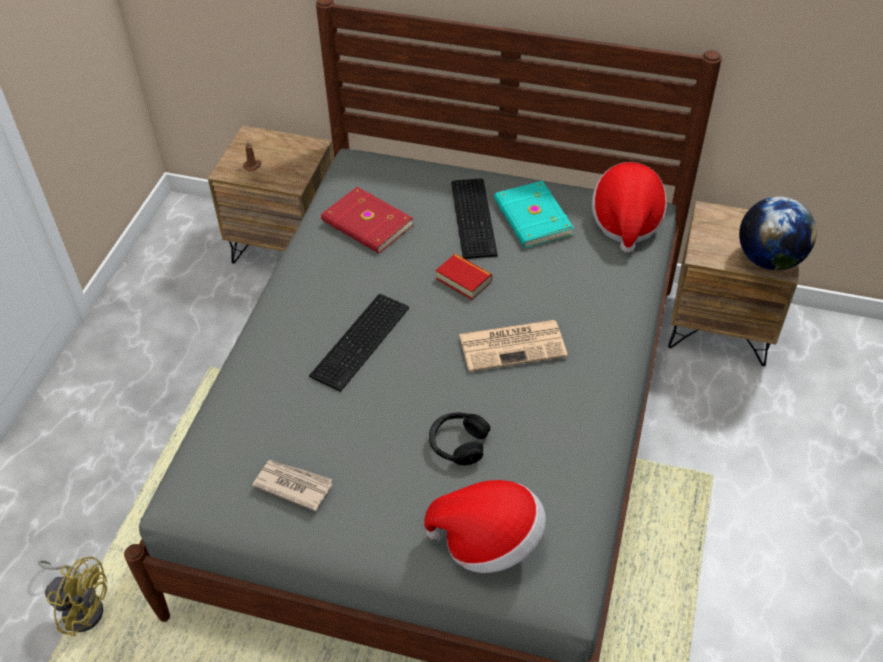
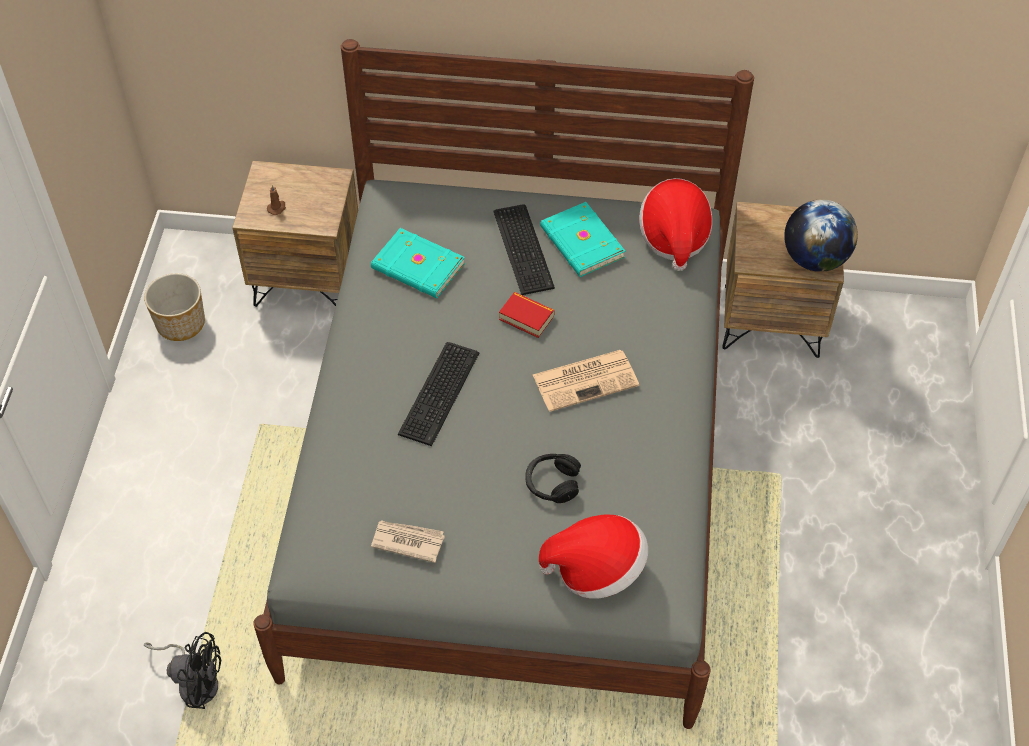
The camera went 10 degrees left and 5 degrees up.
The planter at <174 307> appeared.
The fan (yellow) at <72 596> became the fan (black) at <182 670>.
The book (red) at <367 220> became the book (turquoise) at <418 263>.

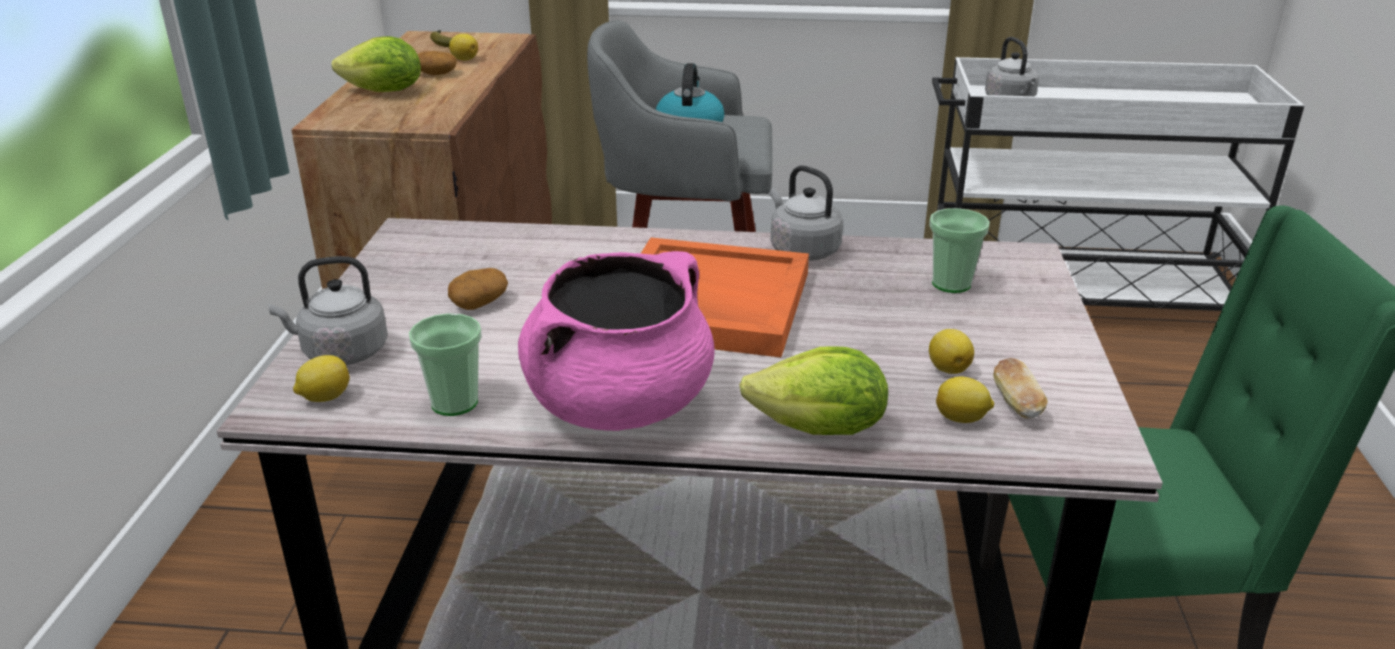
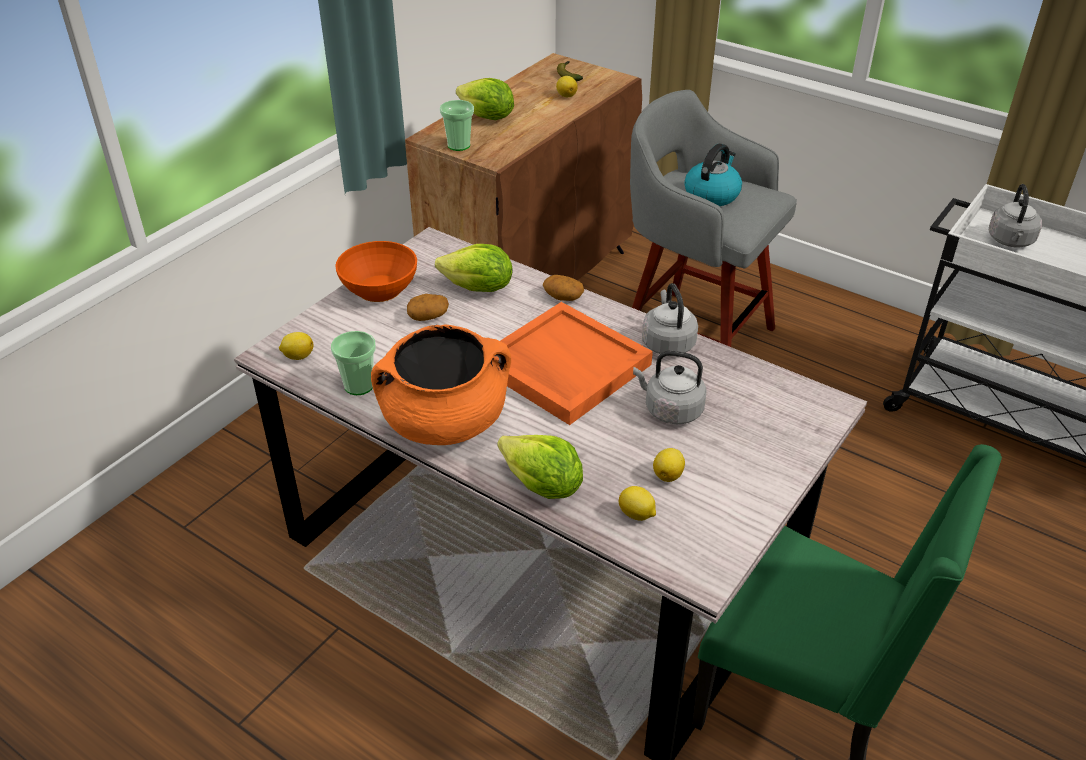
The camera went 30 degrees right and 10 degrees up.
The bowl (orange) at <376 271> appeared.
The cooking pot (pink) at <616 341> became the cooking pot (orange) at <441 384>.
The lettuce at <473 268> appeared.
The cup moved from <959 250> to <457 125>.
The potato moved from <437 63> to <563 288>.
The kettle (grey) moved from <328 310> to <670 387>.
The bread at <1020 388> disappeared.

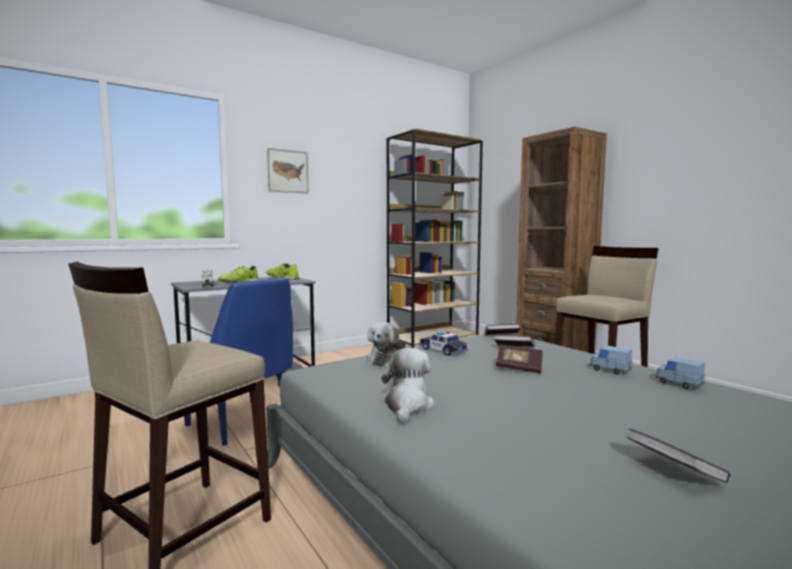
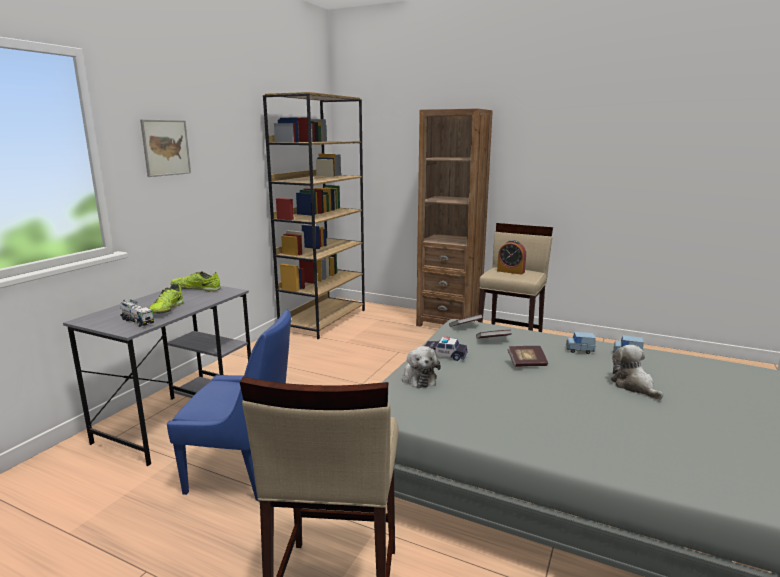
The camera went 30 degrees left and 10 degrees up.
The alarm clock at <511 257> appeared.
The plush toy moved from <408 385> to <637 372>.
The book at <678 456> disappeared.

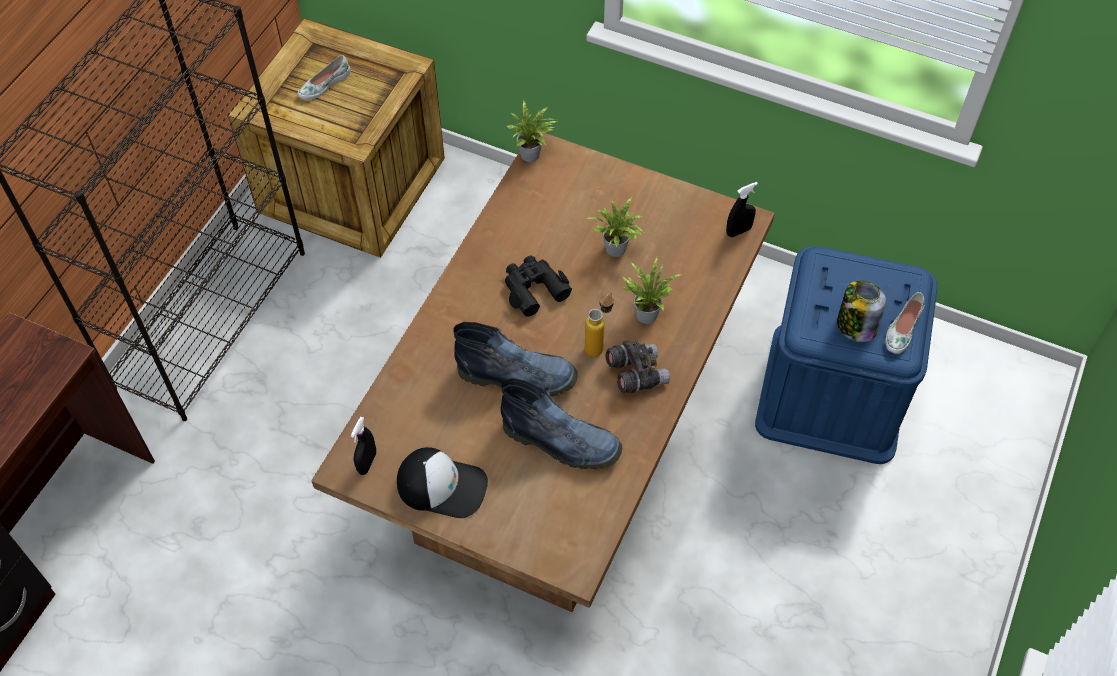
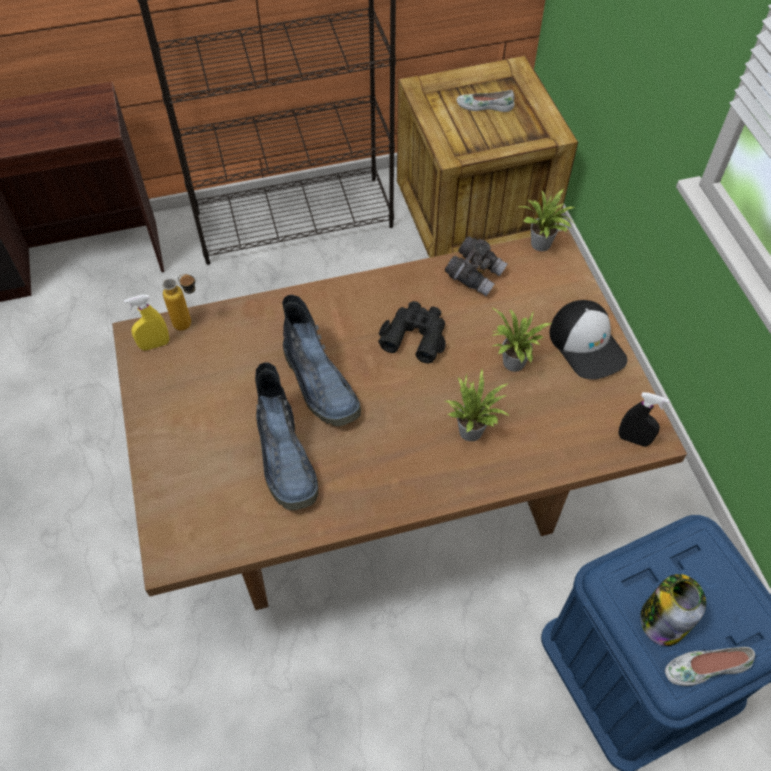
The camera went 50 degrees right and 0 degrees up.
The spray bottle (black) at <363 446> became the spray bottle (yellow) at <146 323>.
The bottle moved from <599 325> to <179 302>.
The binoculars (grey) moved from <638 366> to <476 266>.
The cap moved from <442 482> to <588 340>.

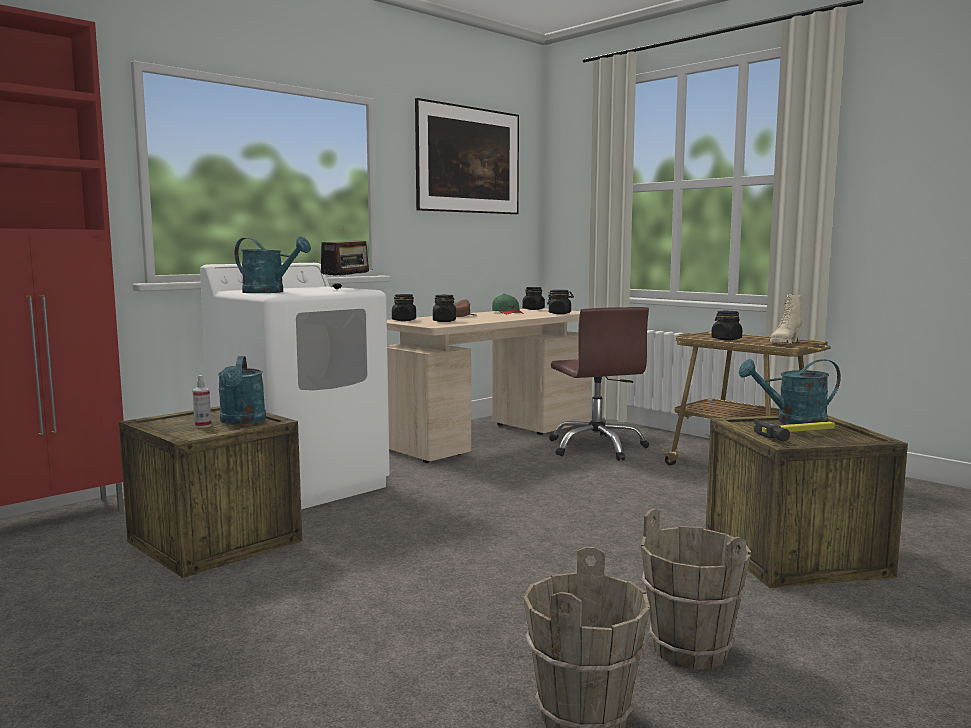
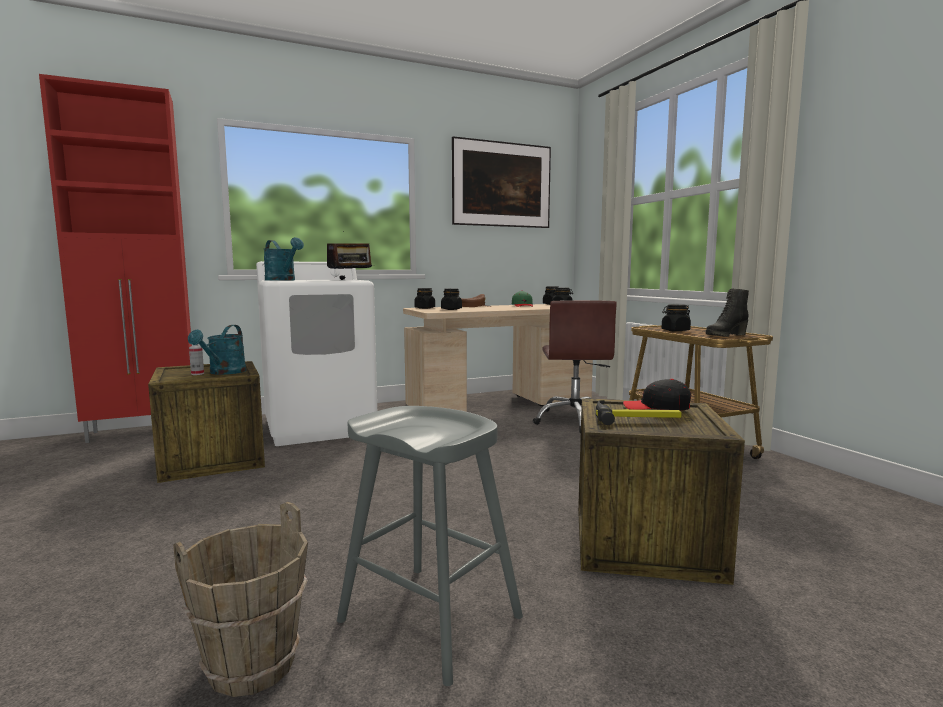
The camera went 20 degrees right and 0 degrees up.
The bucket (brown) at <696 589> was replaced by the stool (grey) at <430 546>.
The watering can (turquoise) at <790 391> was replaced by the cap (black) at <657 395>.
The boot (beige) at <786 319> became the boot (black) at <727 312>.

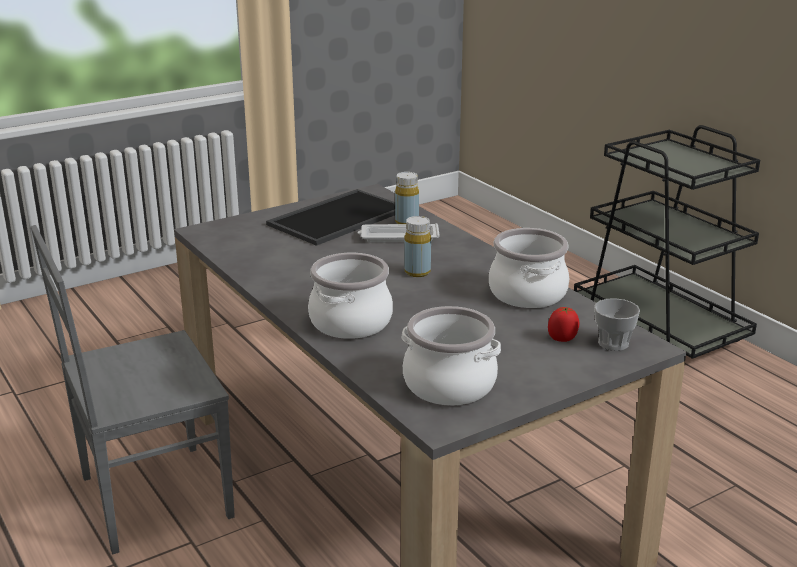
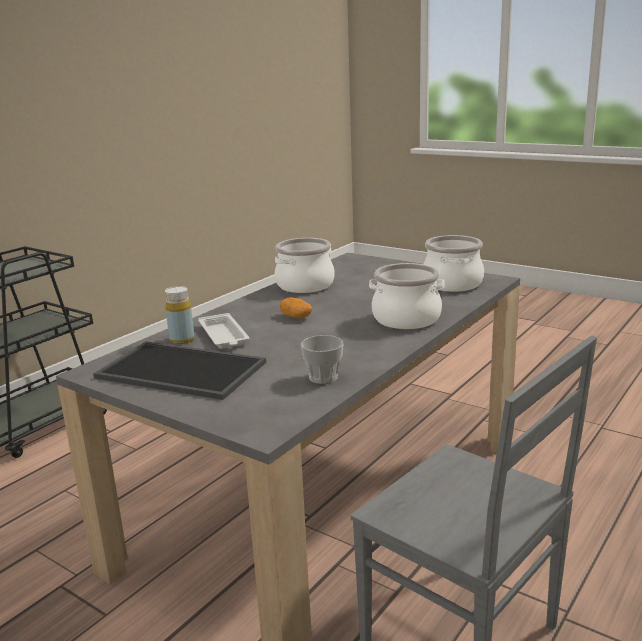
The camera went 110 degrees left and 5 degrees down.
The bottle (yellow) at <417 246> was replaced by the potato at <296 307>.
The cup moved from <617 324> to <322 359>.
The tomato at <563 324> disappeared.

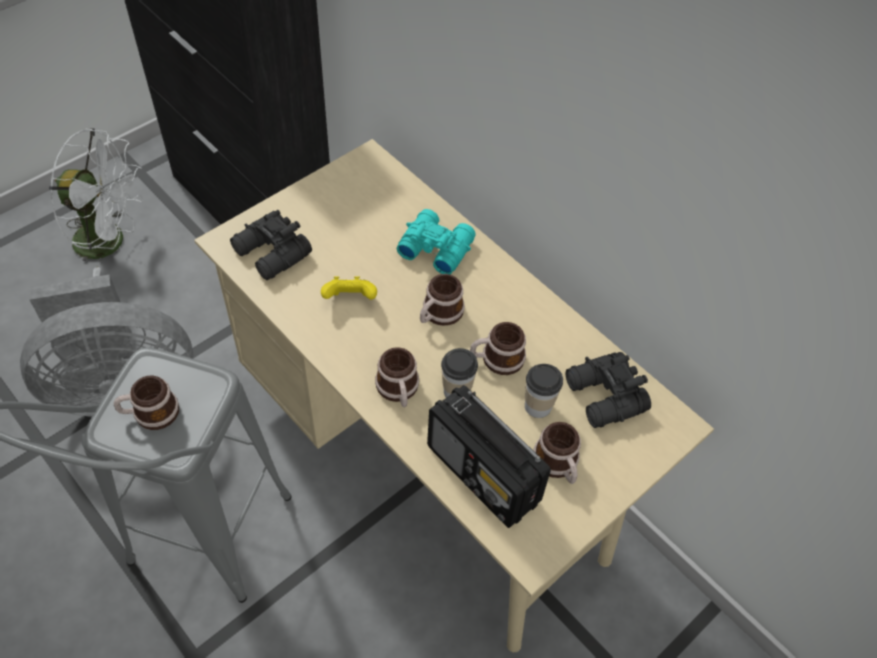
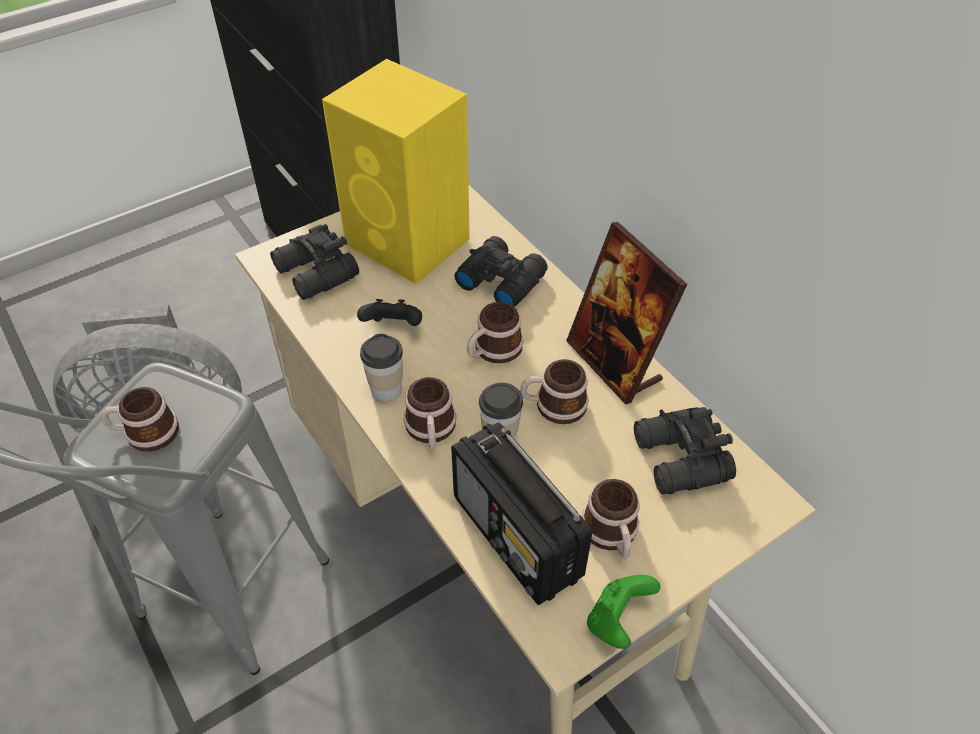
The camera went 10 degrees right and 5 degrees down.
The speaker (yellow) at <396 171> appeared.
The game controller (yellow) at <349 288> became the game controller (black) at <389 312>.
The cup moved from <544 391> to <381 368>.
The binoculars (turquoise) at <436 241> became the binoculars (black) at <501 271>.
The picture frame at <626 313> appeared.
The game controller (green) at <623 612> appeared.
The fan (white) at <96 202> disappeared.

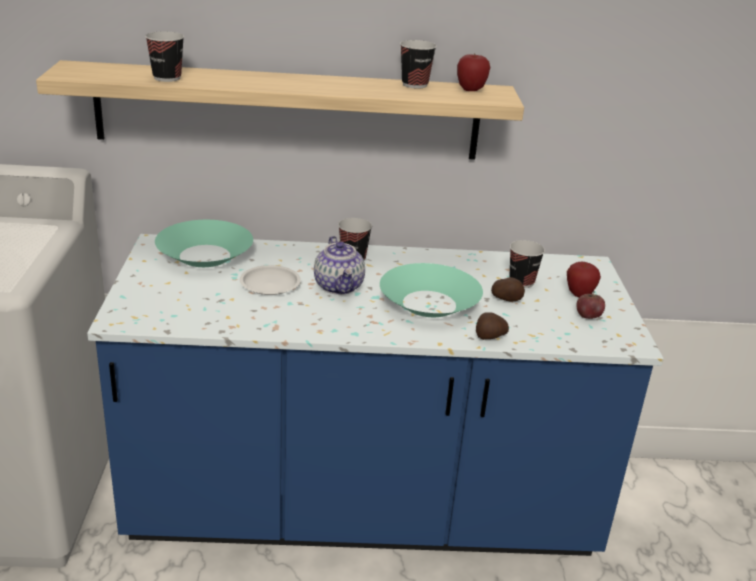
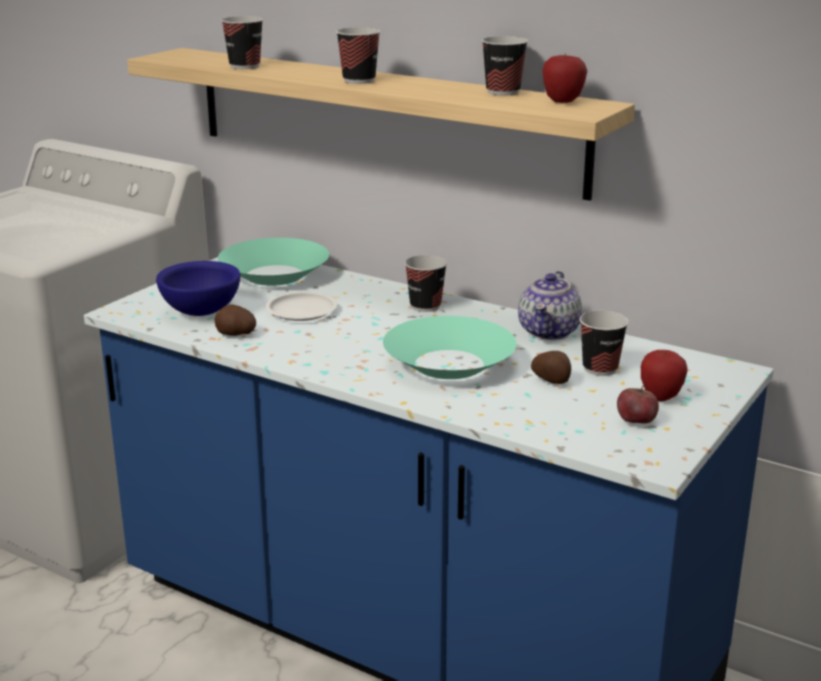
The camera went 35 degrees right and 5 degrees down.
The bowl (blue) at <198 288> appeared.
The potato moved from <492 326> to <235 320>.
The cup at <358 55> appeared.
The teapot moved from <339 265> to <550 305>.

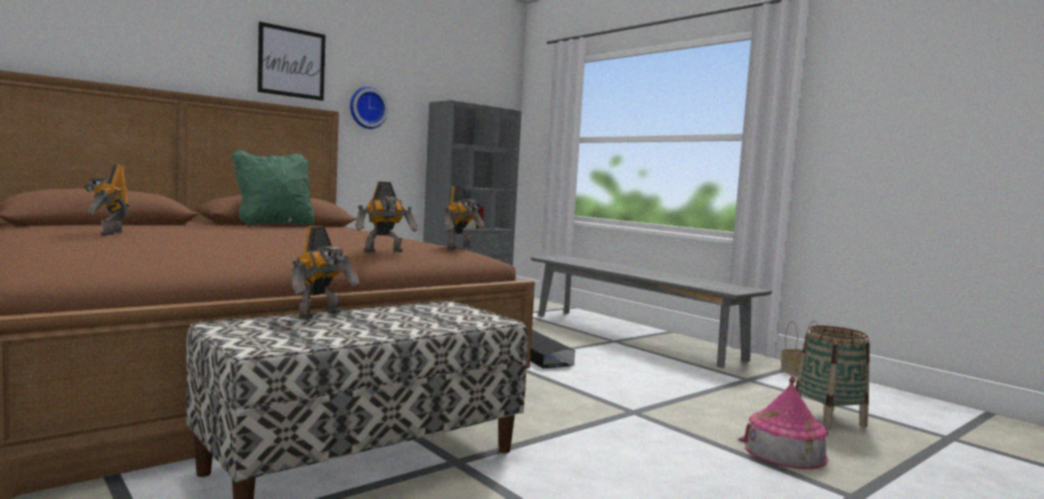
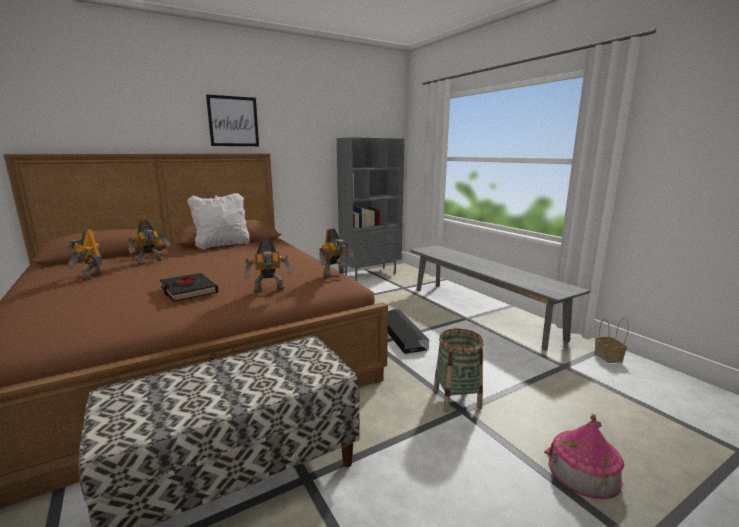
The camera went 10 degrees right and 10 degrees up.
The toy robot moved from <326 273> to <149 242>.
The book (black) at <189 287> appeared.
The pillow (green) at <273 187> became the pillow (white) at <218 221>.
The basket moved from <832 377> to <458 370>.
The wall clock at <369 108> disappeared.

